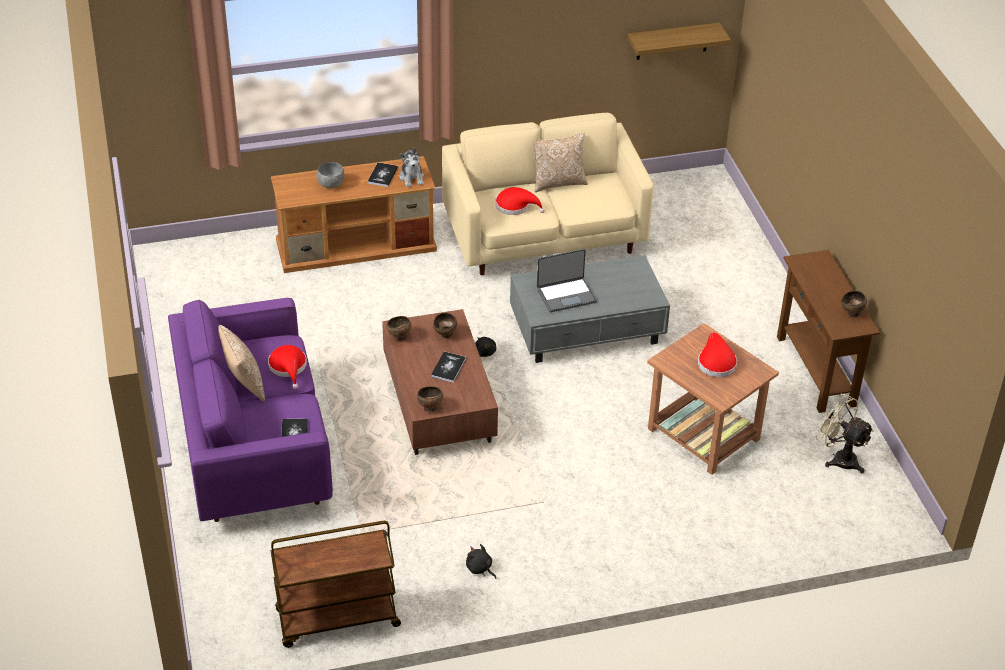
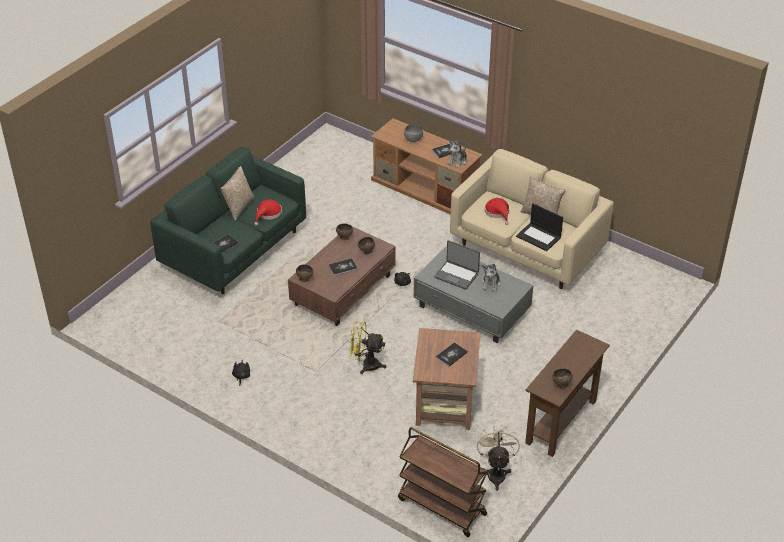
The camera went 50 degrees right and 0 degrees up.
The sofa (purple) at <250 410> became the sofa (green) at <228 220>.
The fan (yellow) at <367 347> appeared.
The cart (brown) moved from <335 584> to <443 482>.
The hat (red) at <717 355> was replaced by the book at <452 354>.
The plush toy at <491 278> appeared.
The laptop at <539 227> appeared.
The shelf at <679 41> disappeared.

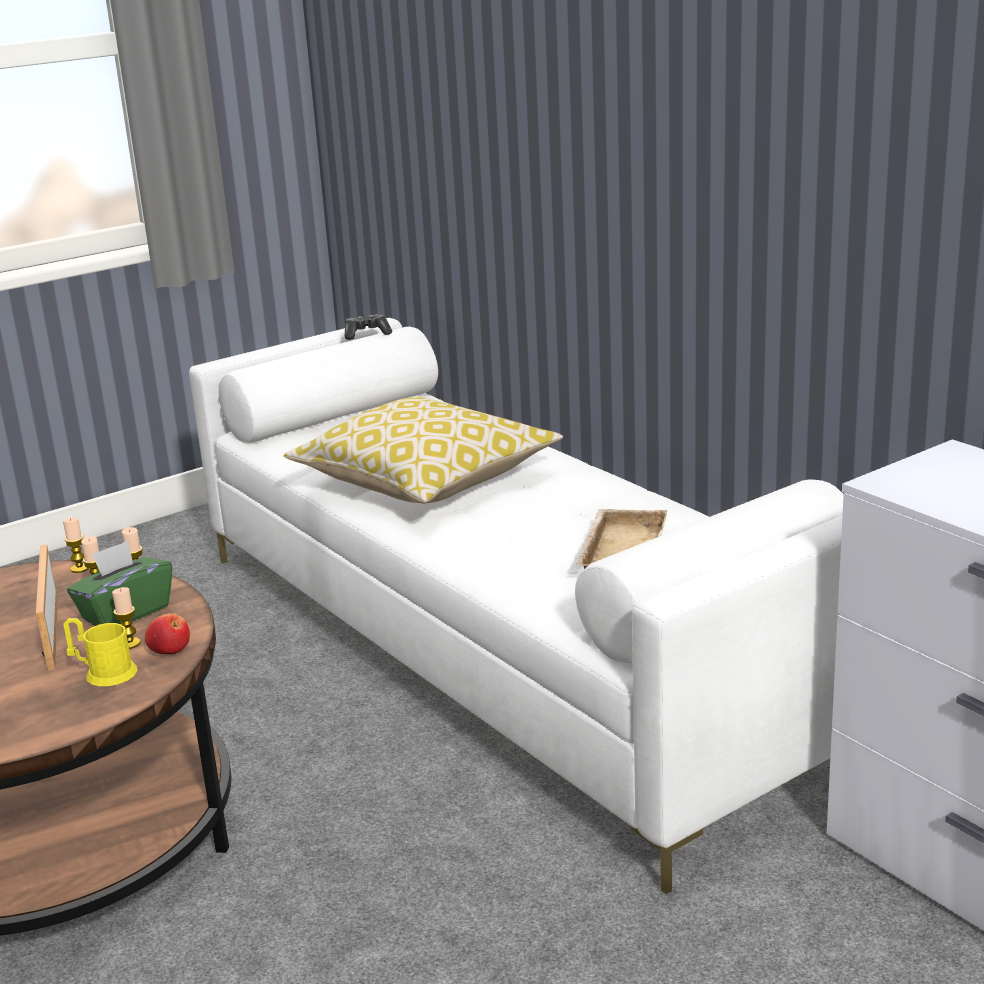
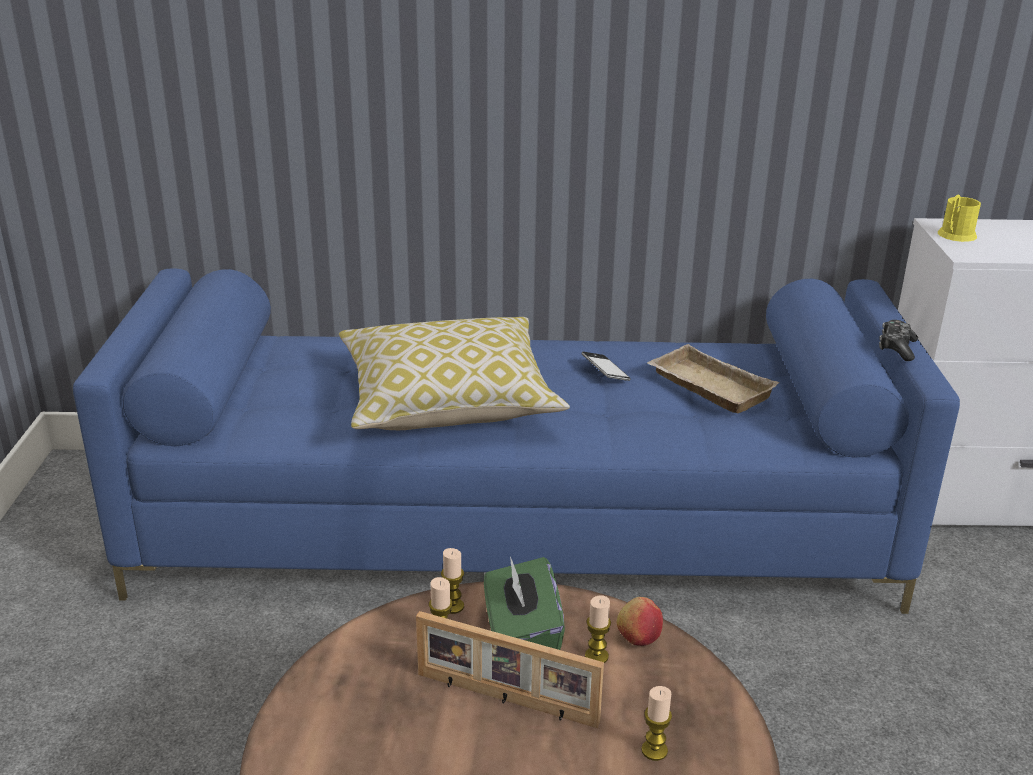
The camera went 55 degrees left and 5 degrees up.
The sofa (white) at <516 606> became the sofa (blue) at <516 441>.
The phone at <606 366> appeared.
The candle moved from <76 545> to <656 723>.
The game controller moved from <368 327> to <898 340>.
The mug (yellow) moved from <100 652> to <959 218>.

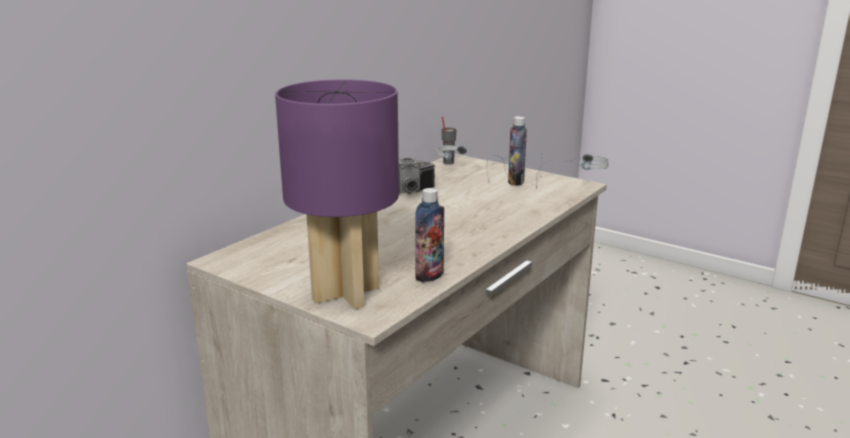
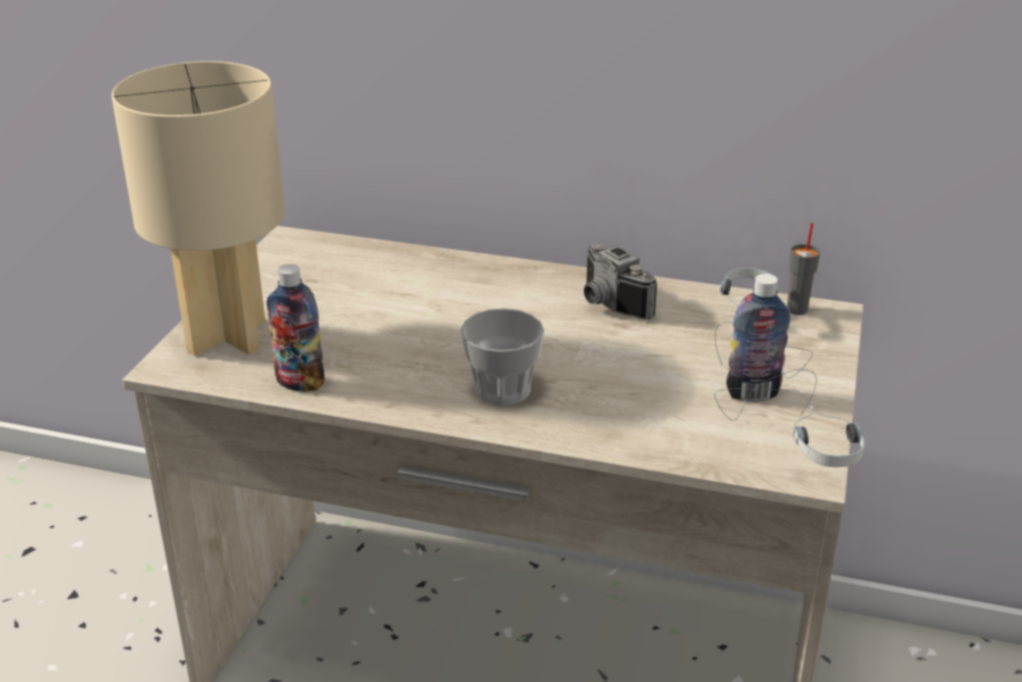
The camera went 70 degrees right and 10 degrees up.
The table lamp (purple) at <337 194> became the table lamp (beige) at <198 208>.
The cup at <502 357> appeared.

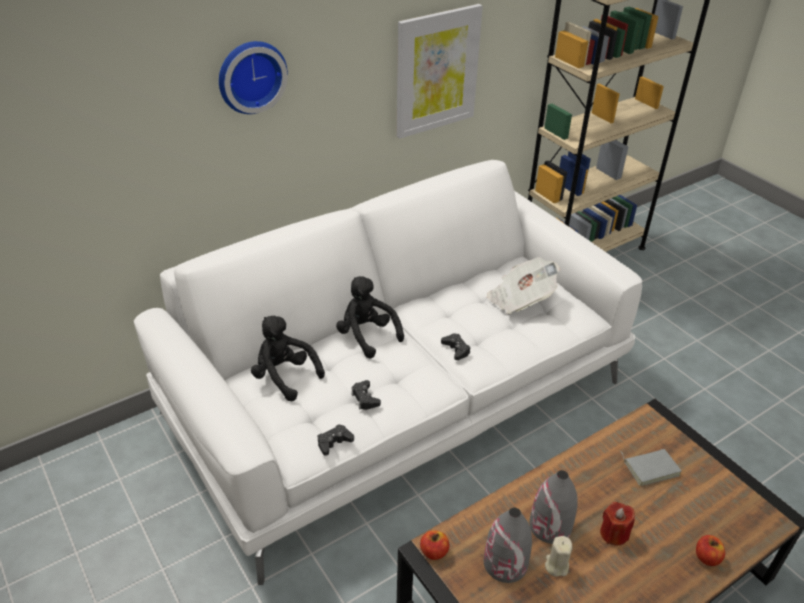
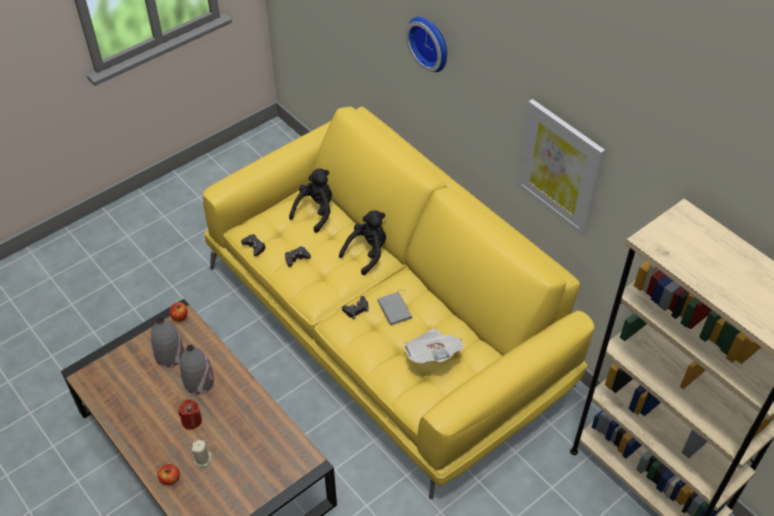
The camera went 85 degrees right and 10 degrees up.
The candle (beige) moved from <558 556> to <202 453>.
The sofa (white) at <388 372> became the sofa (yellow) at <398 303>.
The book (grey) moved from <651 467> to <395 307>.

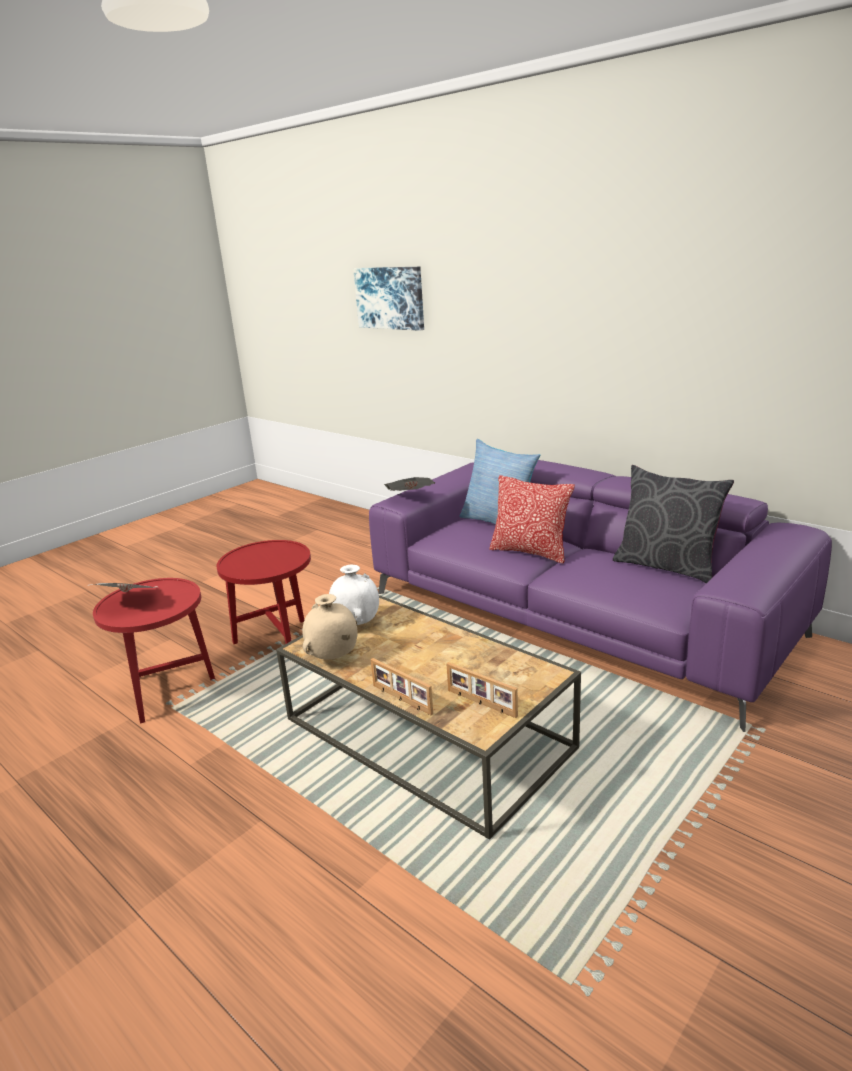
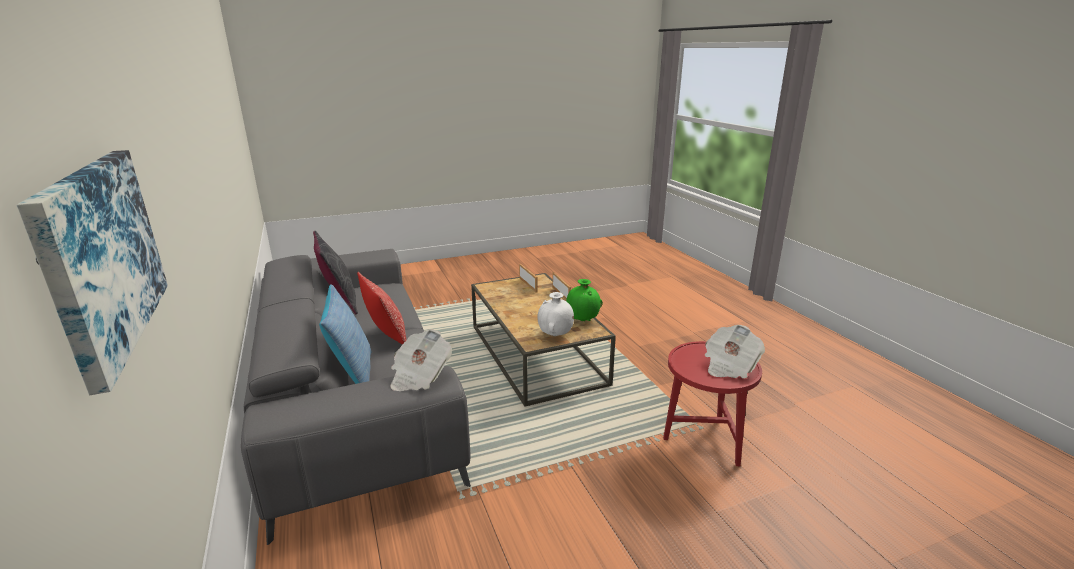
The camera went 155 degrees left and 0 degrees up.
The sofa (purple) at <600 596> became the sofa (grey) at <356 397>.
The vase (beige) at <330 626> became the vase (green) at <584 300>.
The side table (red) at <263 600> disappeared.

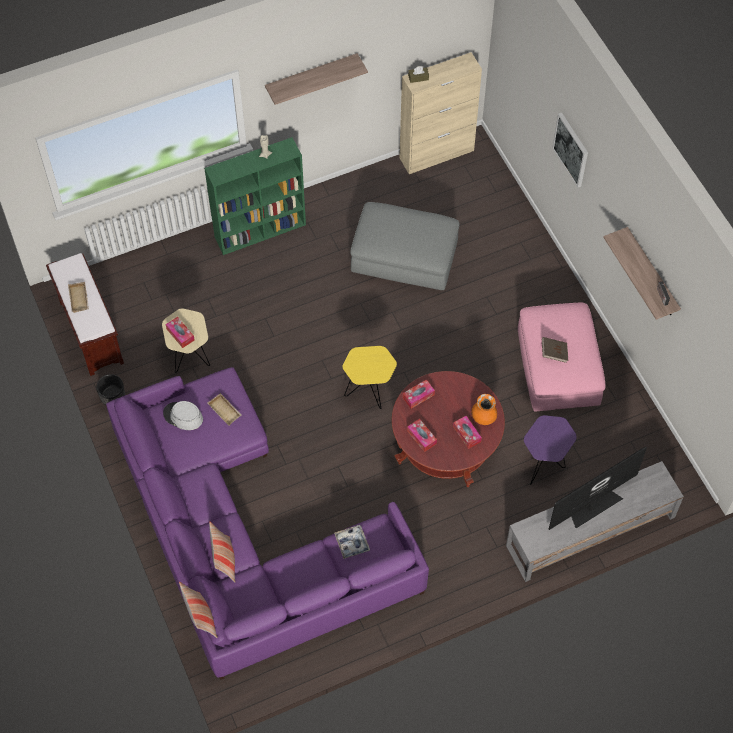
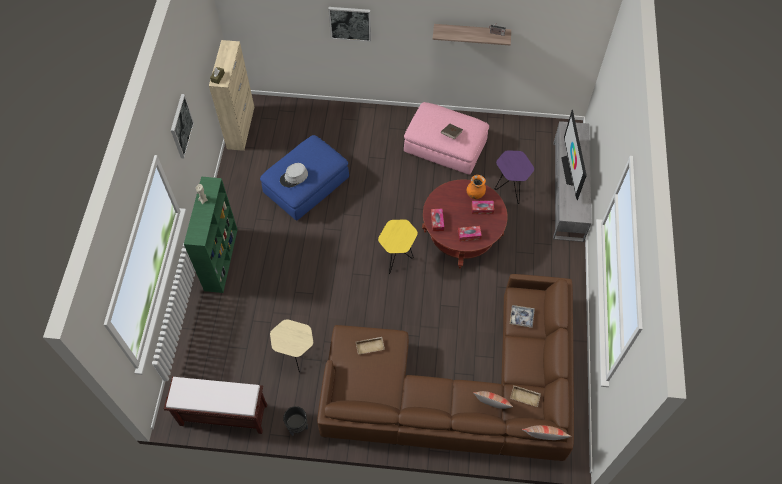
The camera went 60 degrees left and 0 degrees up.
The shelf at <316 79> was replaced by the picture at <182 126>.
The ottoman (grey) at <405 246> became the ottoman (blue) at <304 178>.
The hat (grey) moved from <183 415> to <294 175>.
The sofa (purple) at <267 523> became the sofa (brown) at <445 367>.
The tray (beige) moved from <78 297> to <525 396>.
The tissue box at <180 332> disappeared.

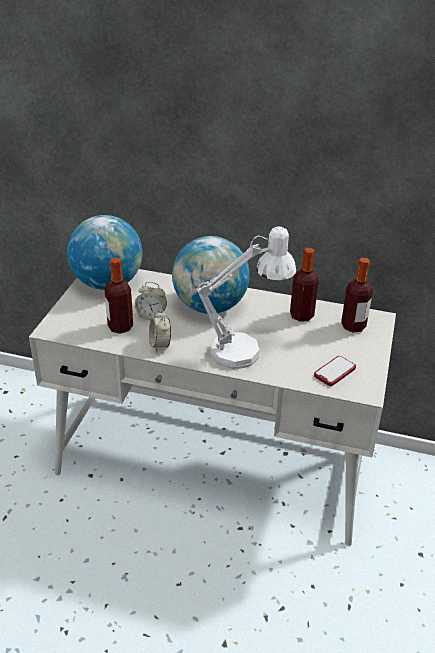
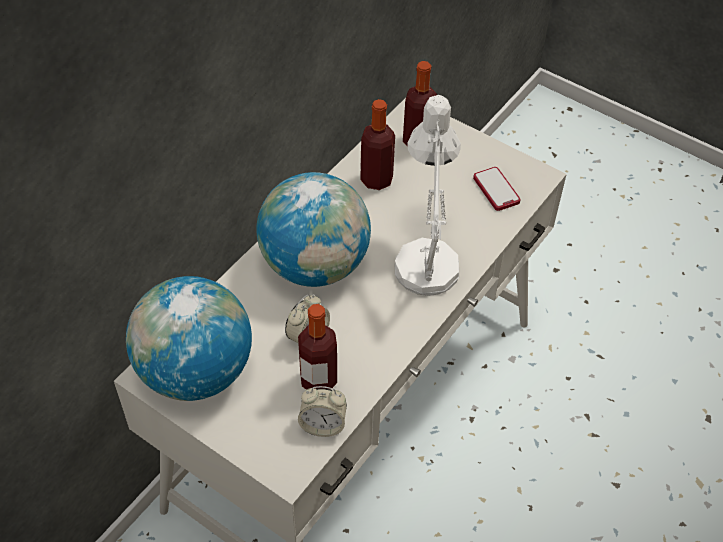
The camera went 70 degrees left and 15 degrees up.
The alarm clock moved from <160 331> to <322 411>.

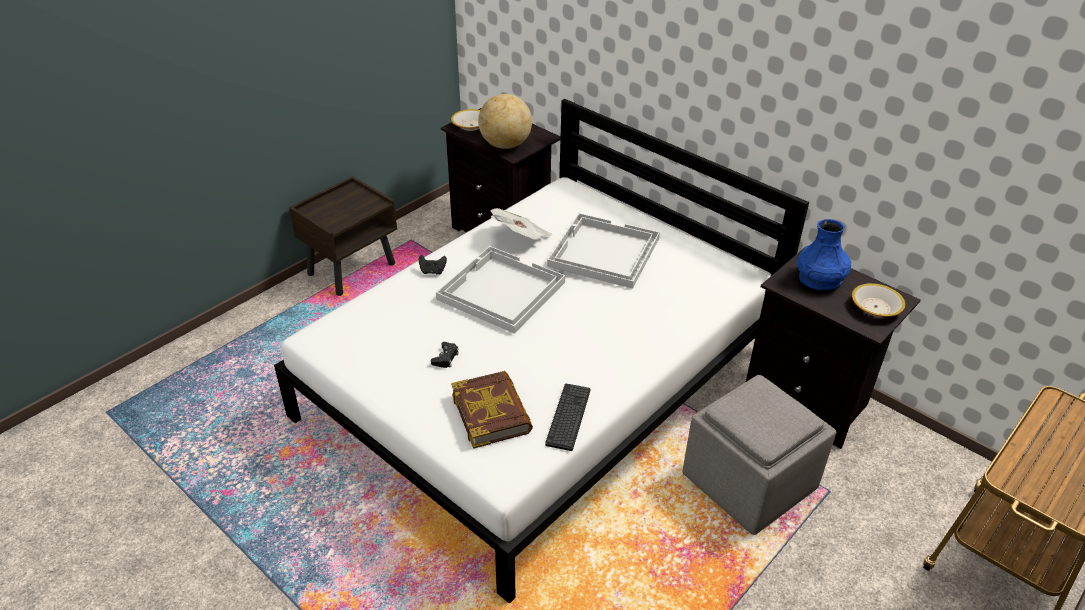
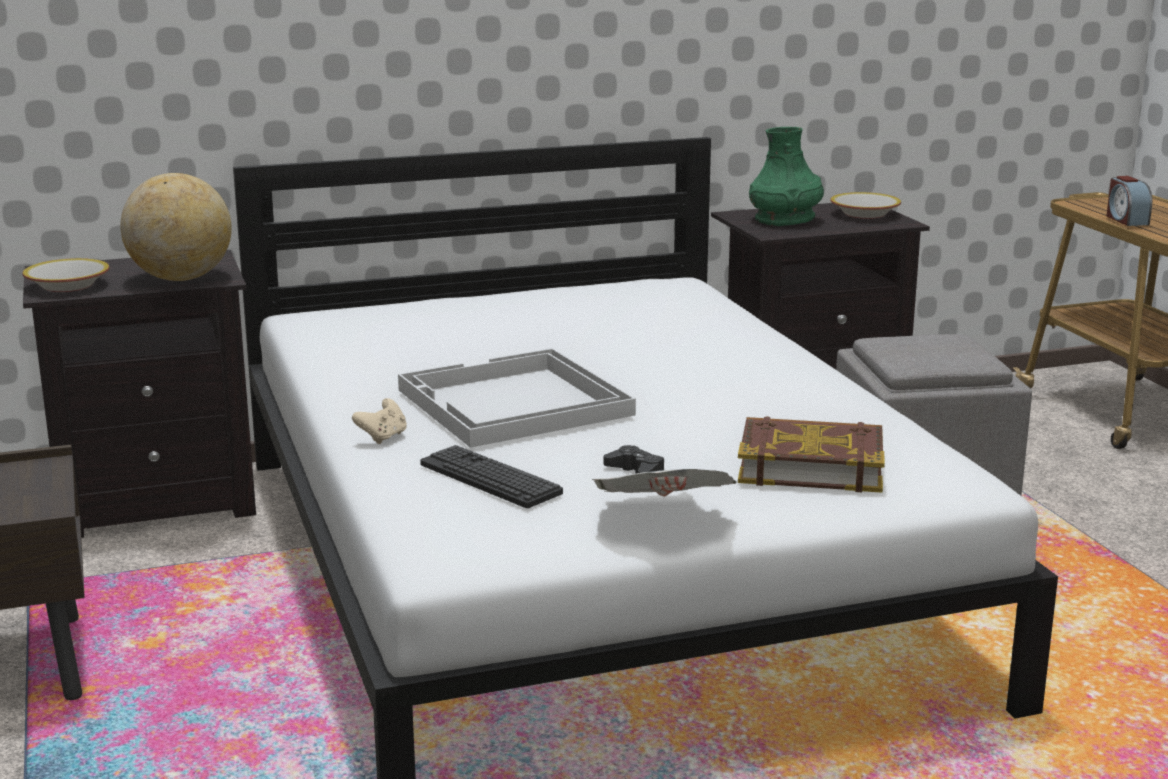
The camera went 60 degrees left and 20 degrees down.
The game controller (black) at <433 265> became the game controller (beige) at <379 421>.
The keyboard moved from <567 417> to <491 476>.
The newspaper moved from <521 224> to <664 483>.
The vase (blue) at <824 255> became the vase (green) at <786 176>.
The alarm clock at <1130 201> appeared.
The tray (white) at <603 251> disappeared.

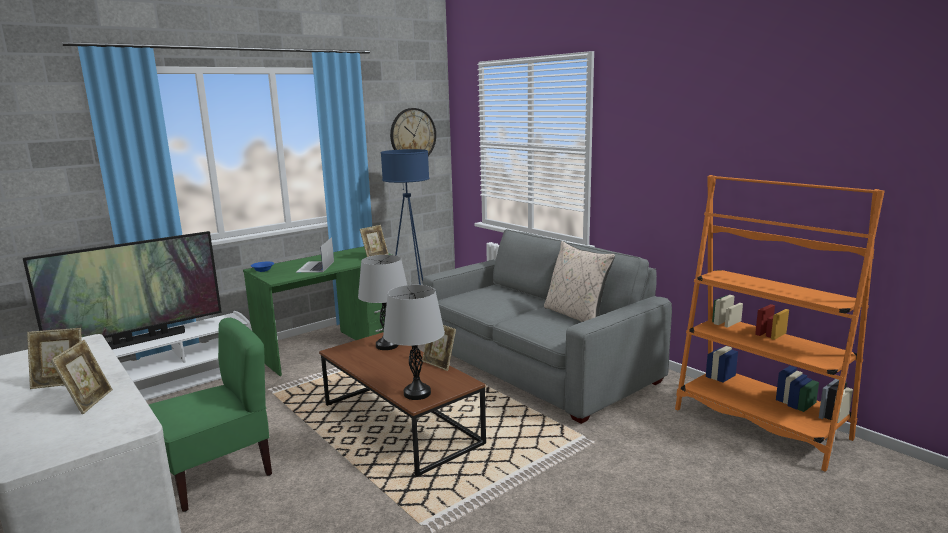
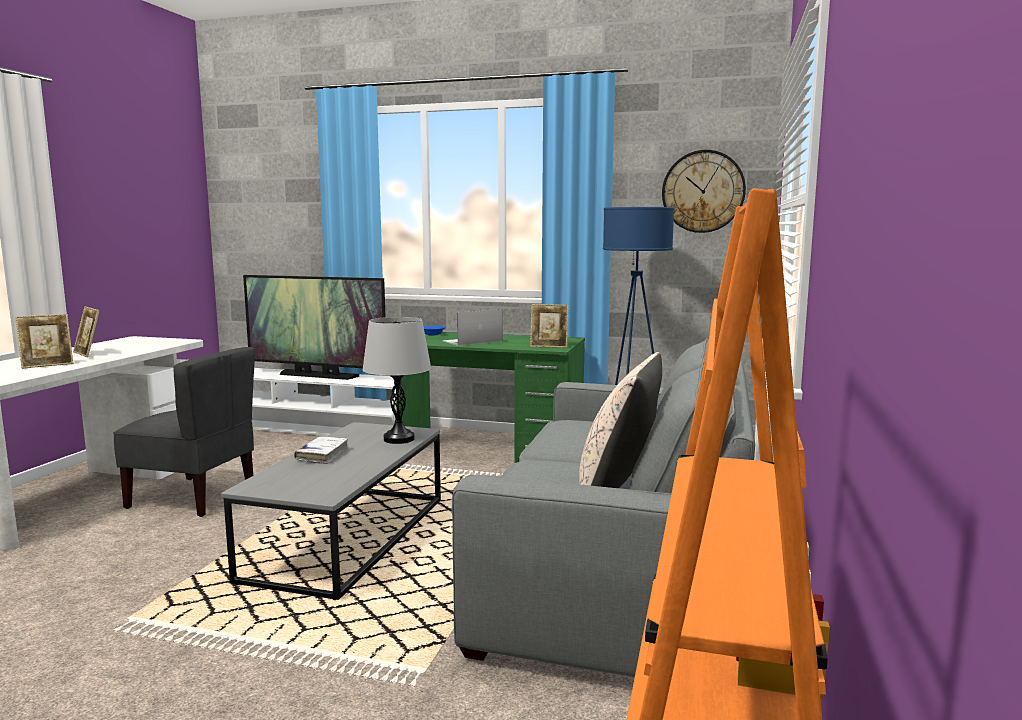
The camera went 55 degrees right and 5 degrees down.
The chair (green) at <210 415> became the chair (grey) at <184 432>.
The coffee table (brown) at <402 404> became the coffee table (grey) at <331 511>.
The book (white) at <321 450> appeared.
The table lamp (grey) at <414 342> disappeared.
The picture frame at <439 348> disappeared.

